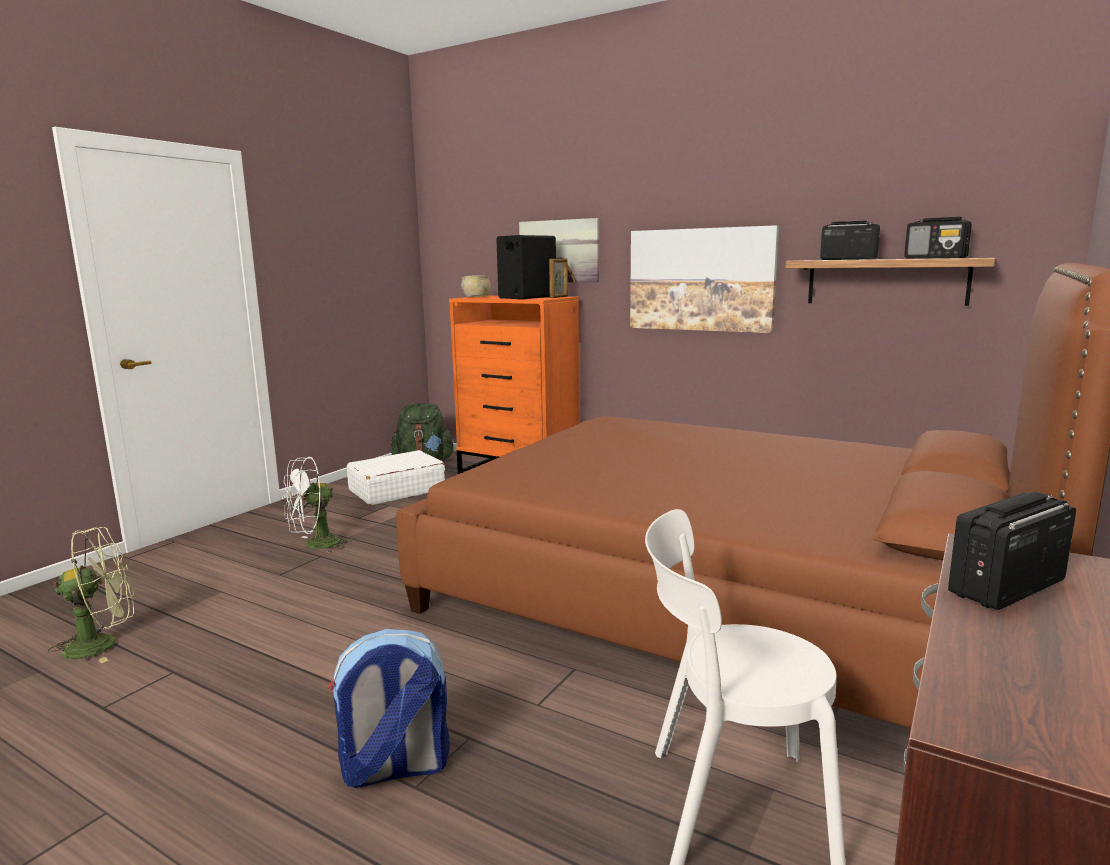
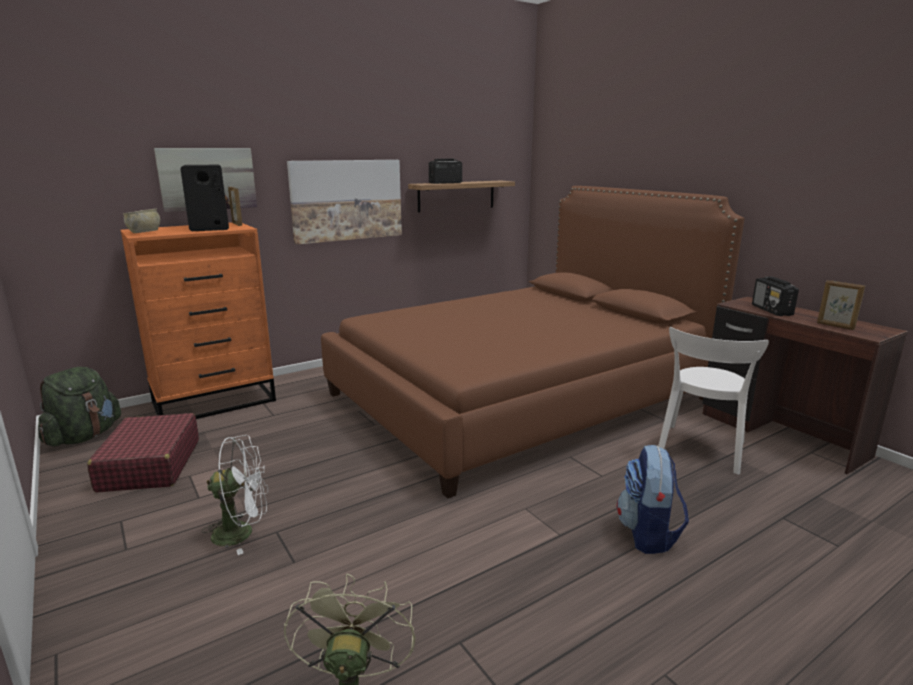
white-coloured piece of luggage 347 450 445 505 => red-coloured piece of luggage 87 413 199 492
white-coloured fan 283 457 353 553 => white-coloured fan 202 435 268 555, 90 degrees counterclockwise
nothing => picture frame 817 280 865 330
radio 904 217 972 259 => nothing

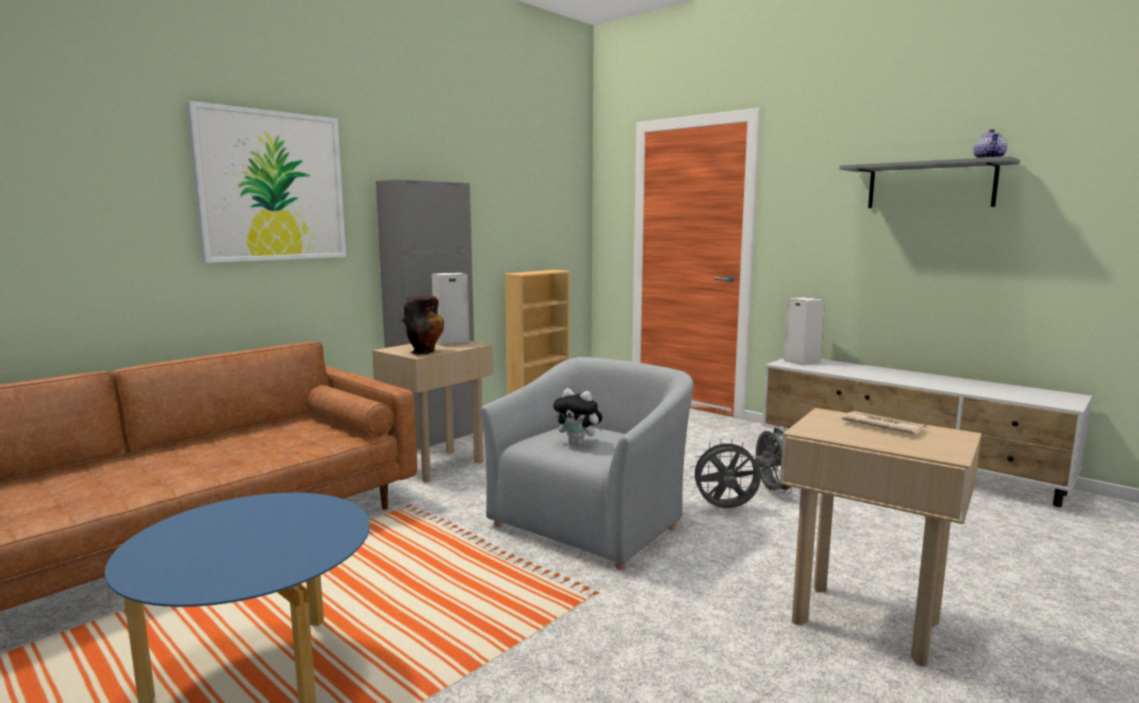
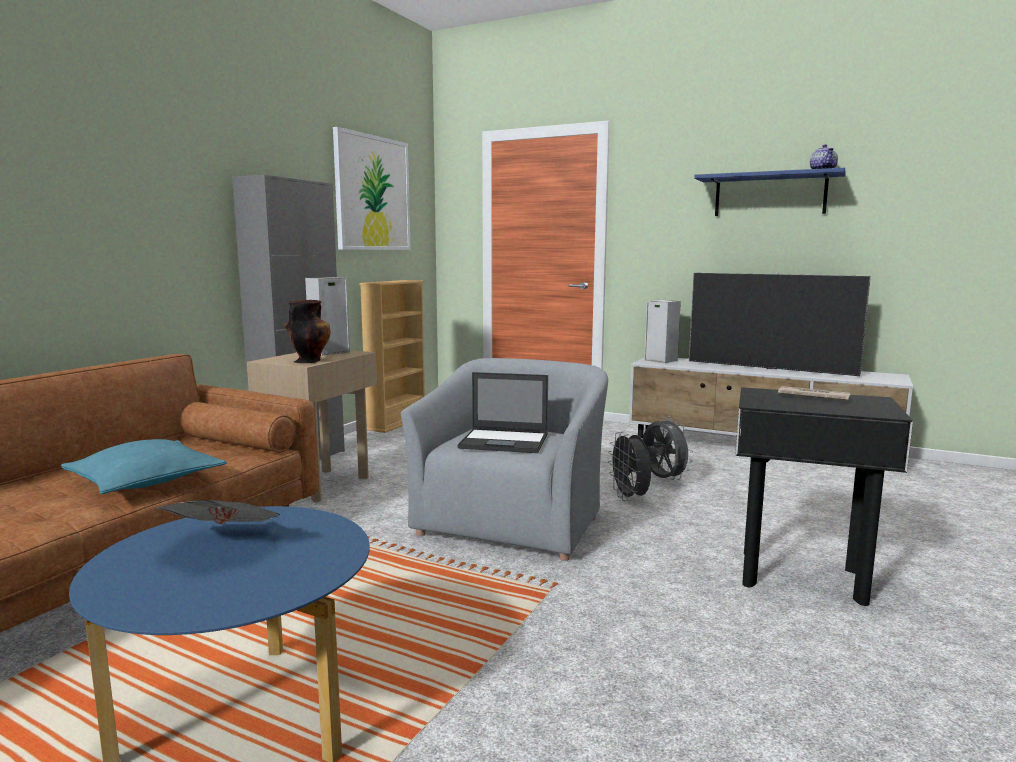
nothing => turquoise-coloured throw pillow 61 439 227 494
nothing => newspaper 153 500 280 524
wall picture 187 101 346 263 => wall picture 333 127 411 250, shifted
plush toy 553 388 603 446 => portable computer 457 372 548 453
grey fan 690 439 762 508 => grey fan 608 431 652 501, 90 degrees counterclockwise
nothing => TV 689 272 871 376
grey shelf 839 156 1020 208 => blue-coloured shelf 694 168 846 216
beige-coloured end table 780 408 981 667 => blackish end table 735 387 913 606

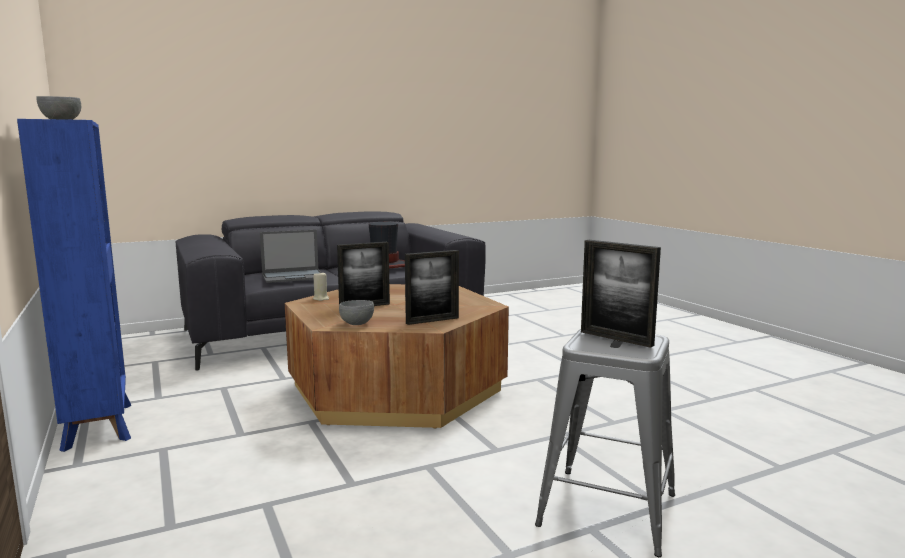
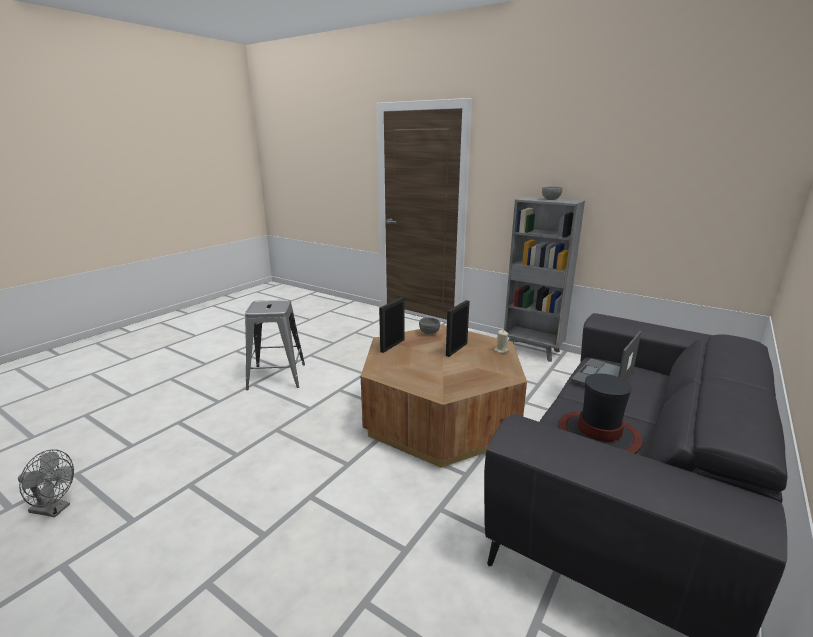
nothing => grey fan 18 449 74 517
blue-coloured bookshelf 17 119 131 452 => grey bookshelf 504 197 585 362
picture frame 581 240 661 348 => nothing

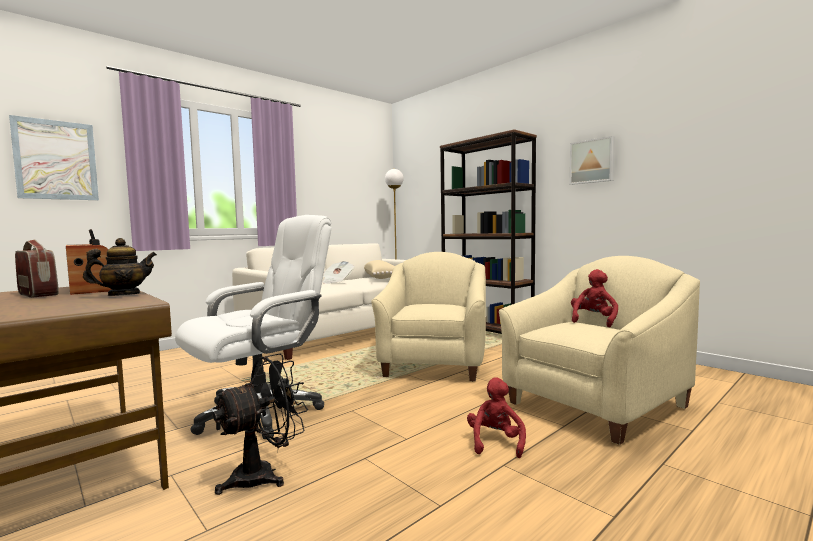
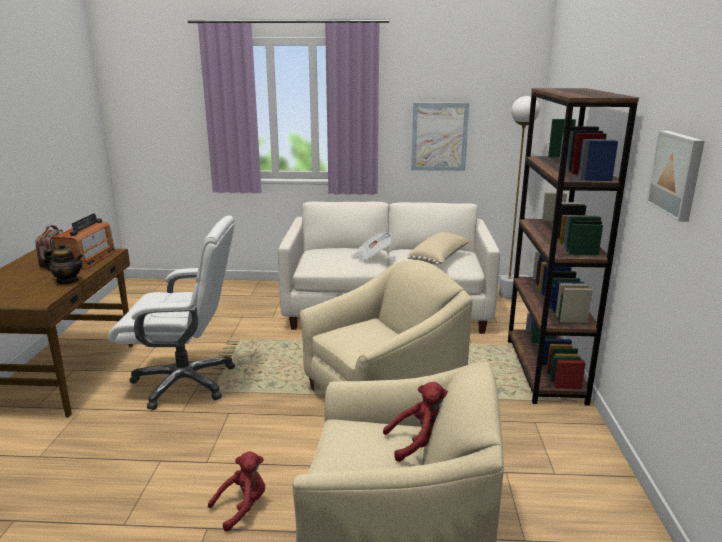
wall picture 9 115 99 200 => wall picture 411 103 469 171, shifted
blackish fan 213 354 308 495 => nothing

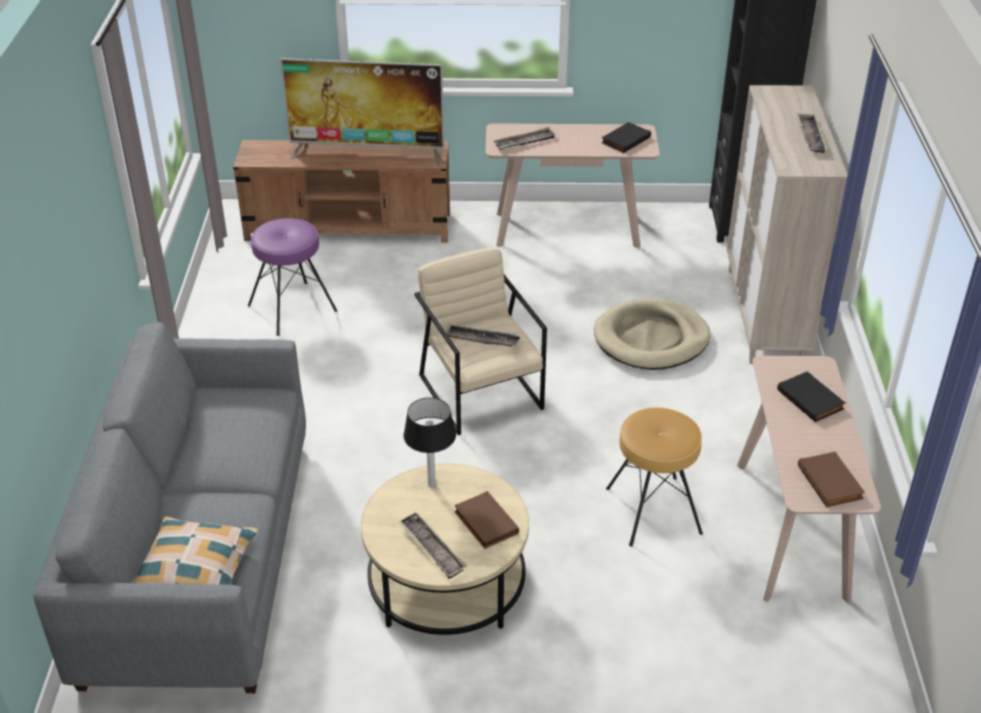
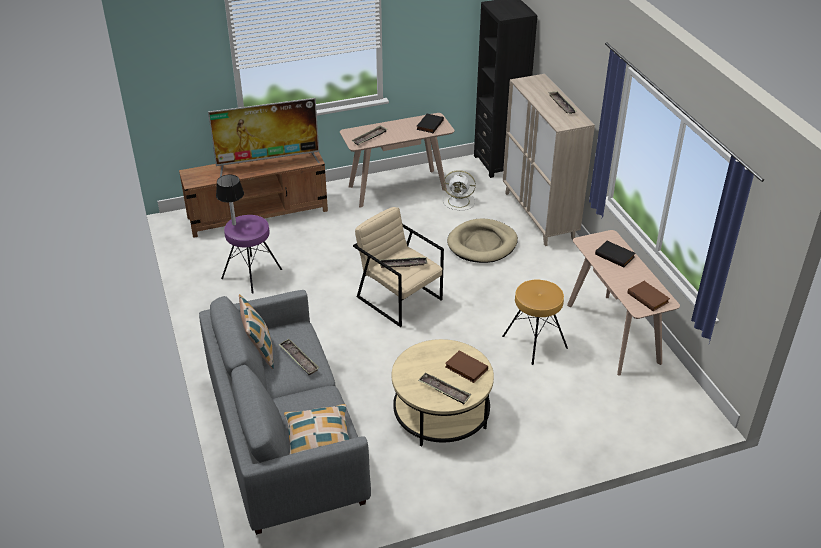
tabletop lamp 403 398 456 487 => tabletop lamp 216 175 244 225, shifted
nothing => throw pillow 239 294 274 369
nothing => serving tray 278 339 319 375
nothing => white-coloured fan 443 170 476 210

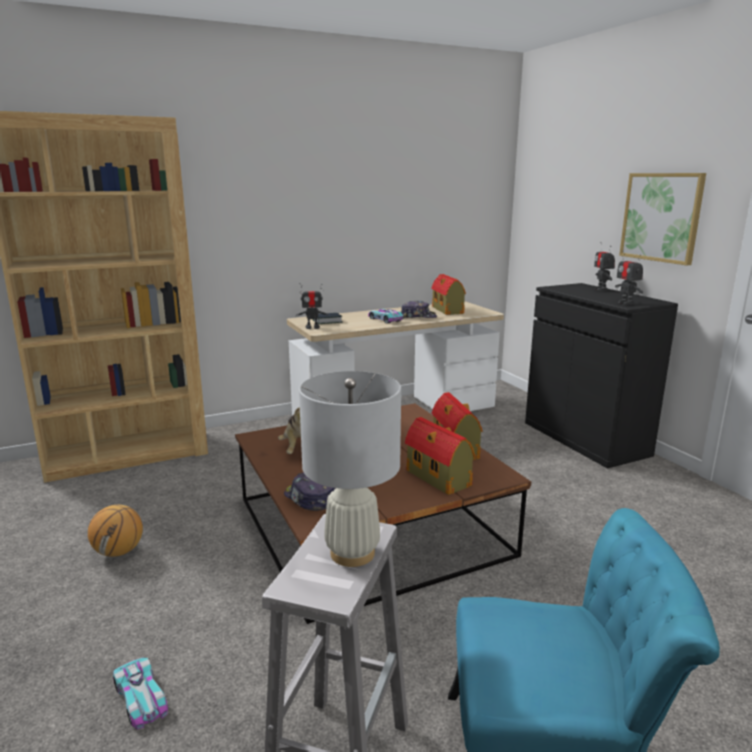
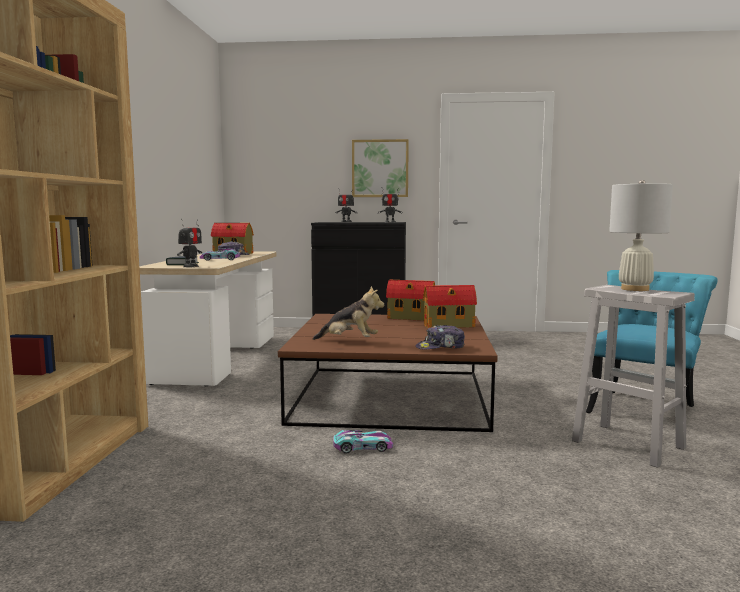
miniature car 113 657 168 730 => miniature car 333 430 393 453, shifted
basketball 88 505 143 557 => nothing

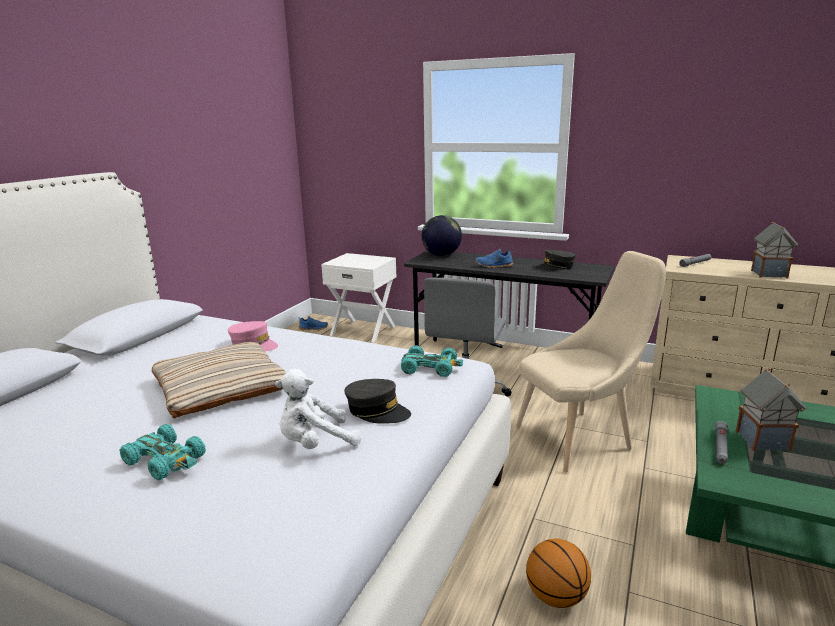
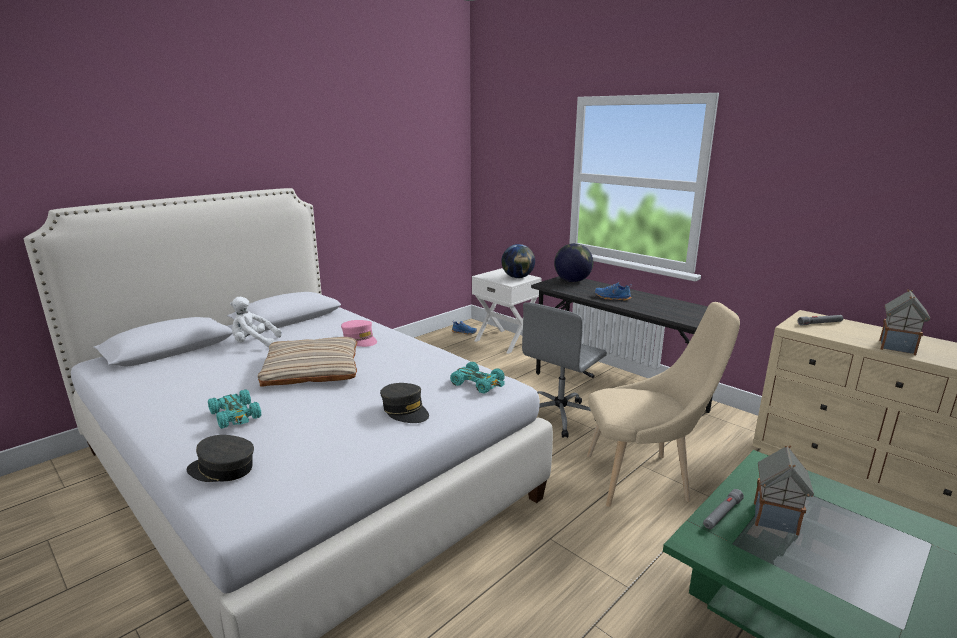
grey baseball cap 536 250 576 271 => grey baseball cap 187 435 254 482, shifted
white-coloured plush toy 275 369 361 449 => white-coloured plush toy 230 297 282 347, shifted
nothing => desk globe 501 244 535 278
basketball 526 539 591 608 => nothing

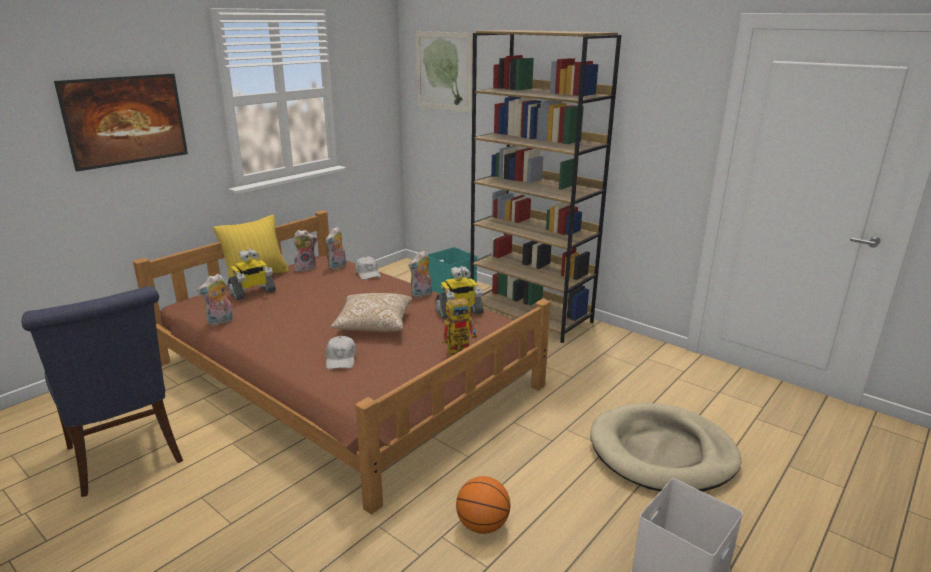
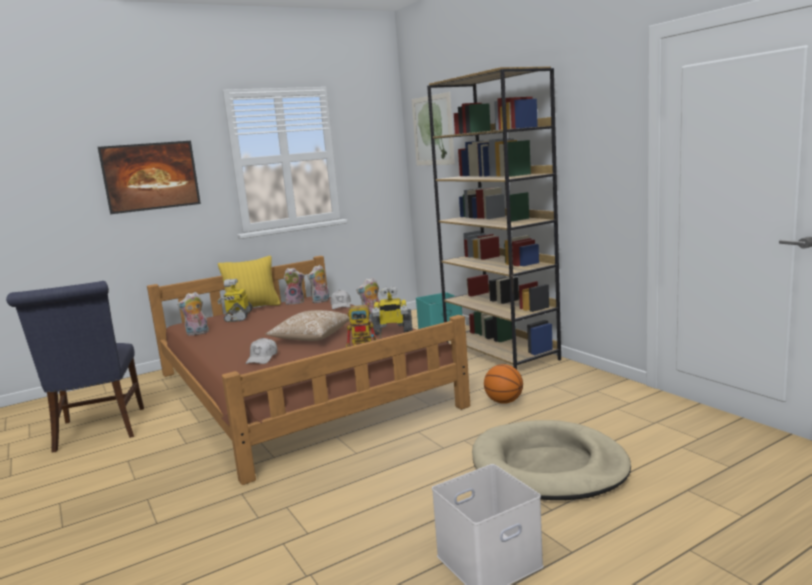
robot figure 228 249 276 300 => robot figure 217 279 253 322, 105 degrees clockwise
basketball 456 476 510 534 => basketball 484 364 523 404, shifted

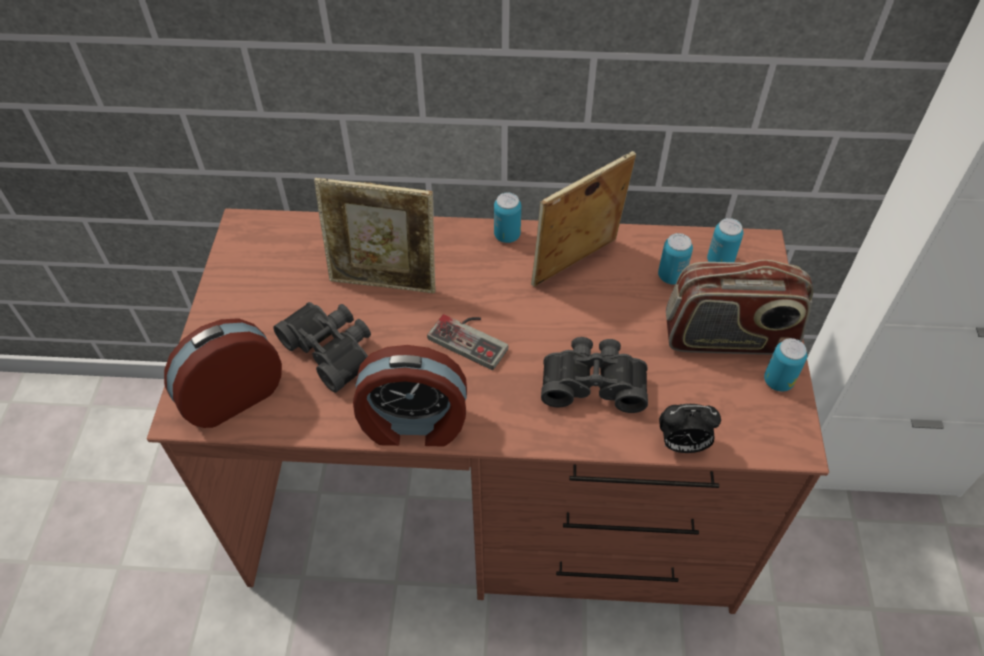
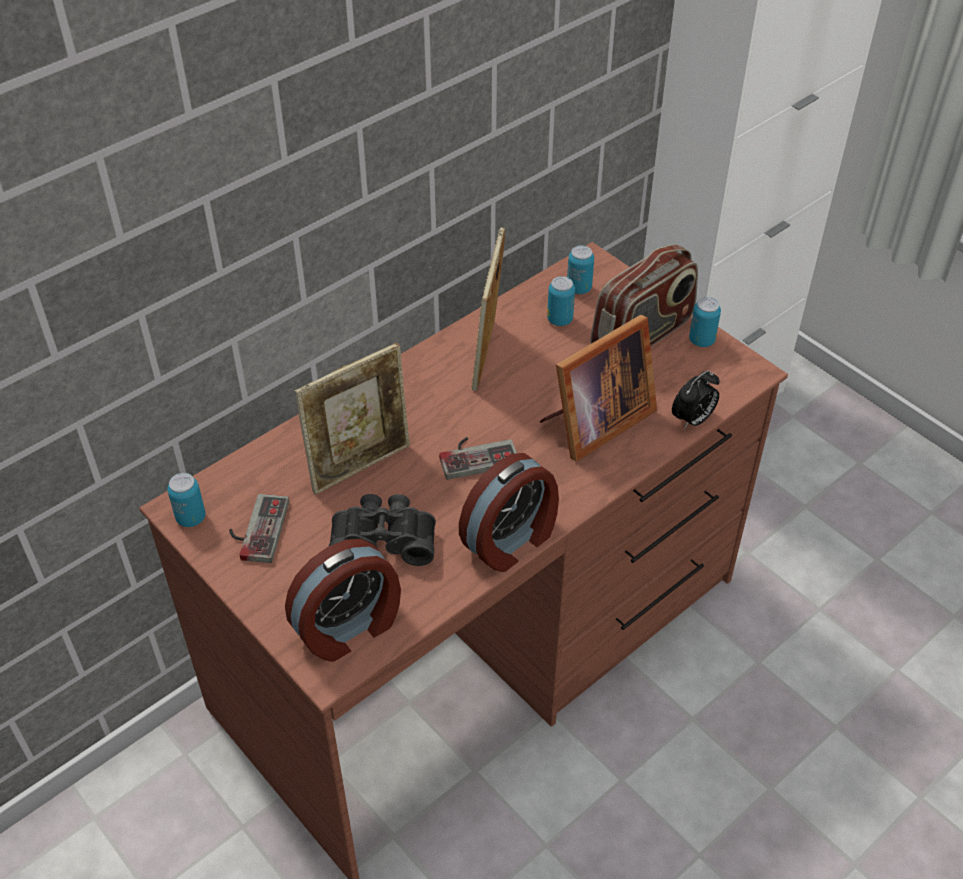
metal can 494 193 521 243 => metal can 167 473 205 527, shifted
nothing => joypad 229 494 289 563
bedside clock 164 318 282 428 => bedside clock 285 539 401 662, 135 degrees counterclockwise
blackish binoculars 541 337 648 413 => picture frame 540 315 657 462

